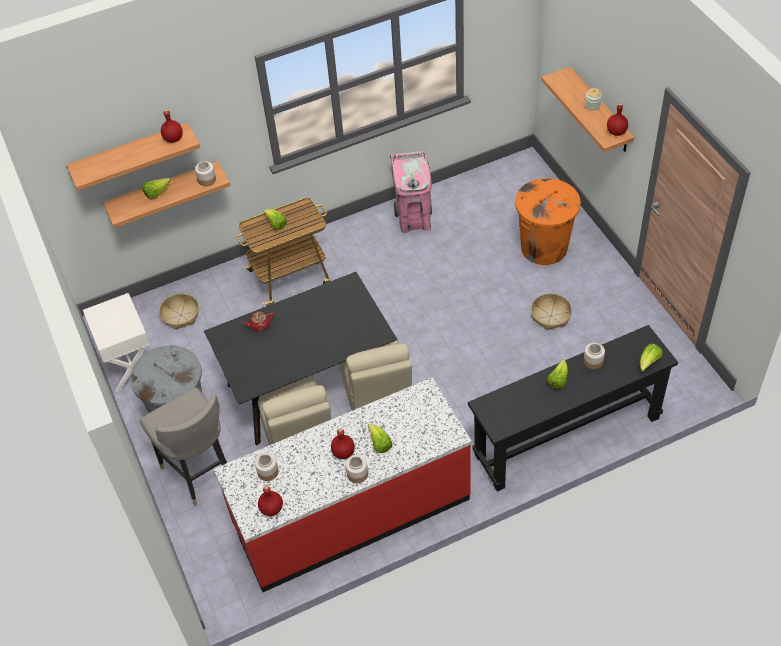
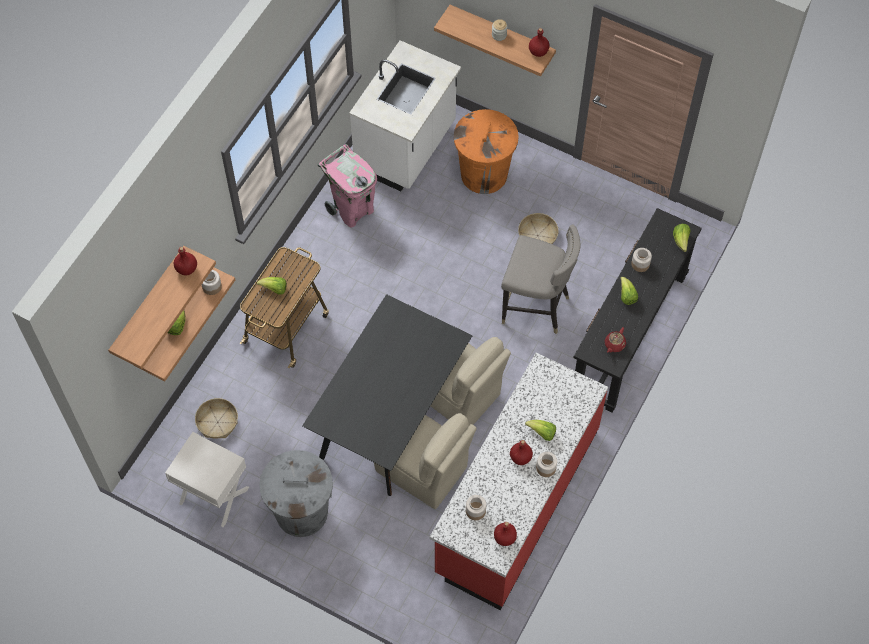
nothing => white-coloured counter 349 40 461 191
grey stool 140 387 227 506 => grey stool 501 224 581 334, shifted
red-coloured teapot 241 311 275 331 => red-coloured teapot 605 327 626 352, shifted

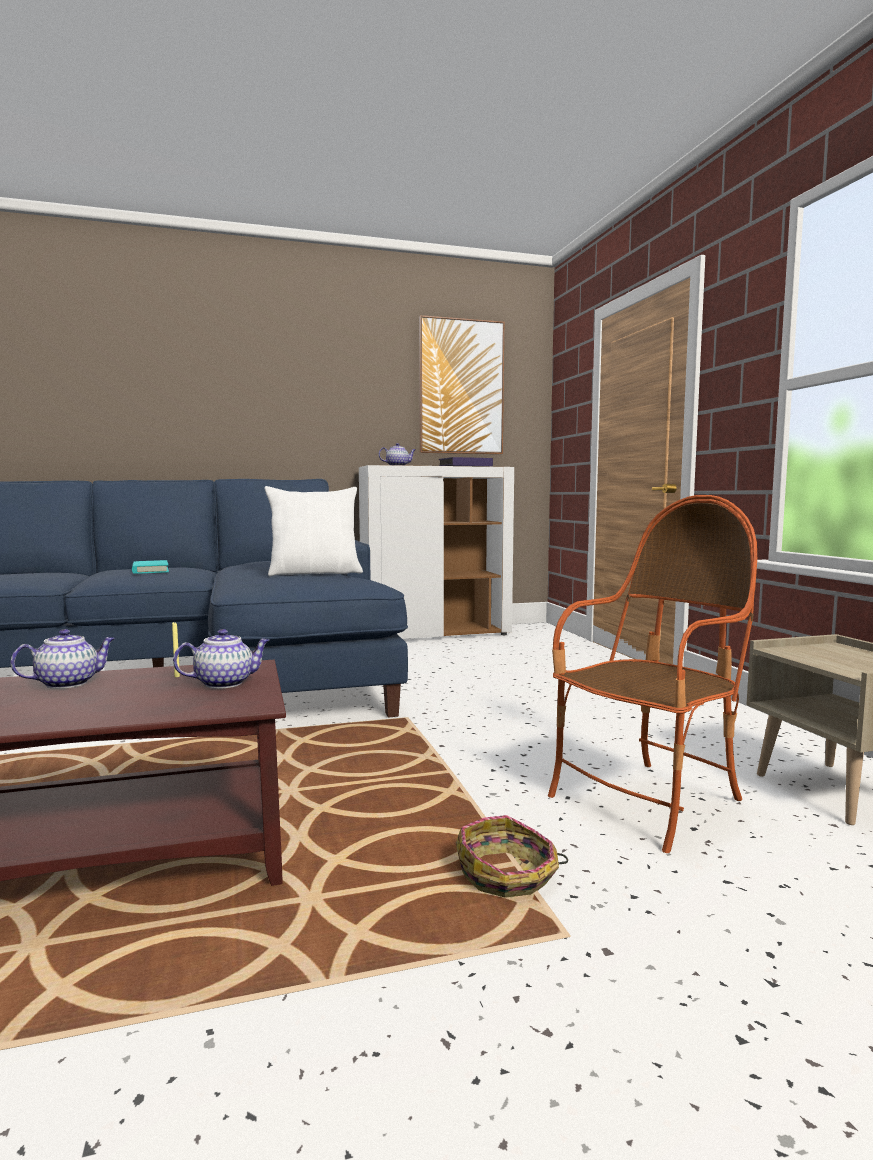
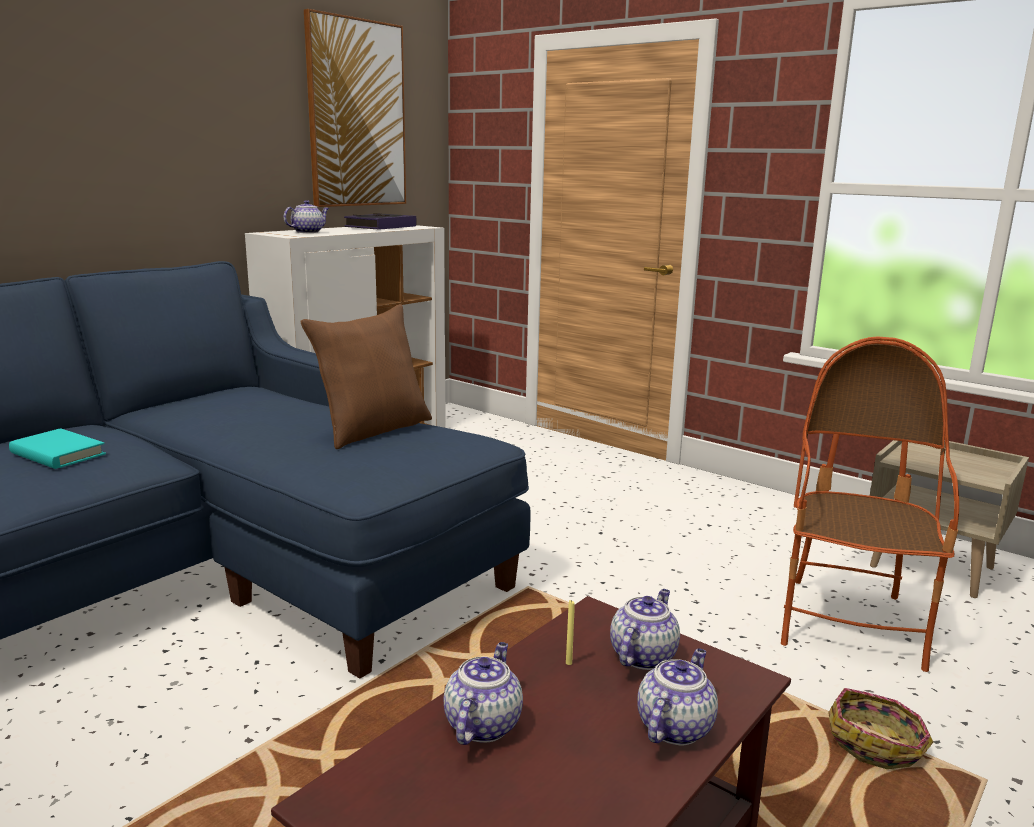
white-coloured throw pillow 265 486 363 577 => brown throw pillow 301 304 432 449
nothing => teapot 637 648 718 745

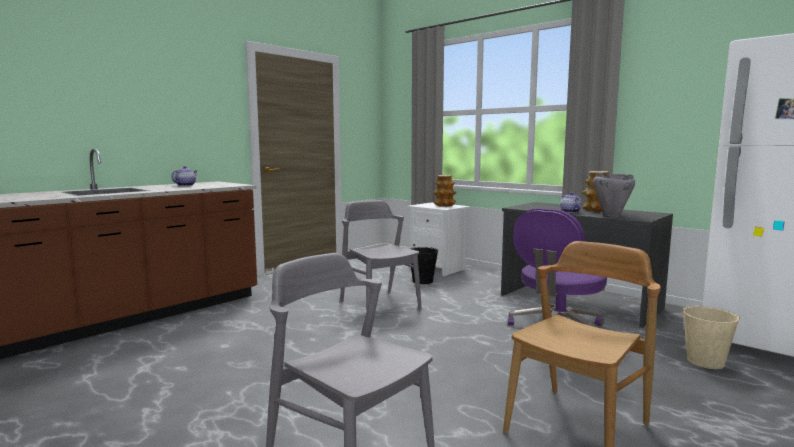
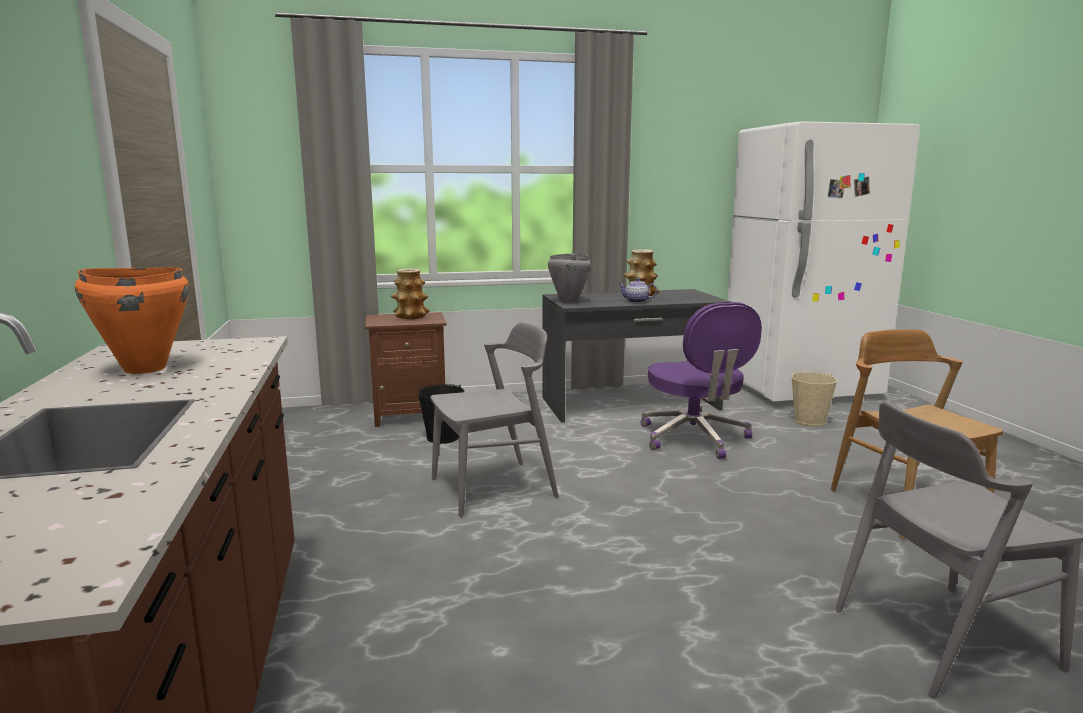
teapot 171 166 198 186 => orange-coloured stockpot 75 267 189 374
white-coloured bedside table 408 202 470 276 => brown bedside table 365 312 447 427
grey plain chair 341 200 422 310 => grey plain chair 431 322 558 517, 150 degrees clockwise
grey stockpot 593 174 635 217 => grey stockpot 548 254 591 303, shifted

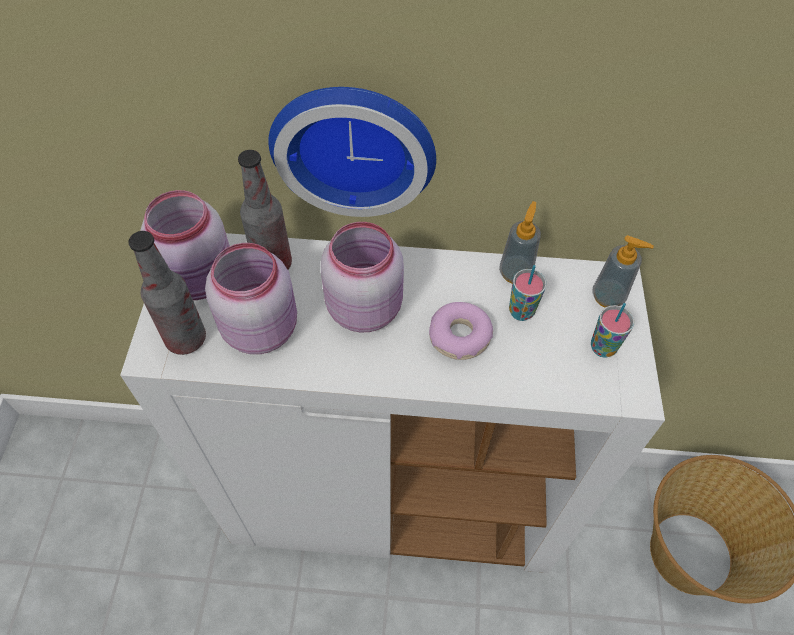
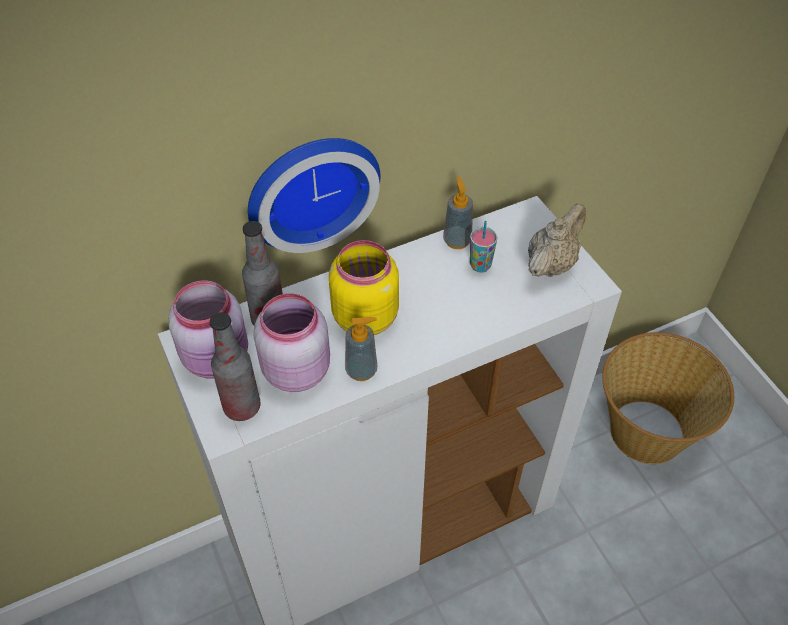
pinkish preserve jar 321 222 404 333 => yellowish preserve jar 329 240 399 335
soap bottle 592 235 654 307 => soap bottle 345 317 377 381, shifted
cup 591 303 634 358 => beige-coloured teapot 528 203 586 277
doughnut 429 302 493 360 => nothing

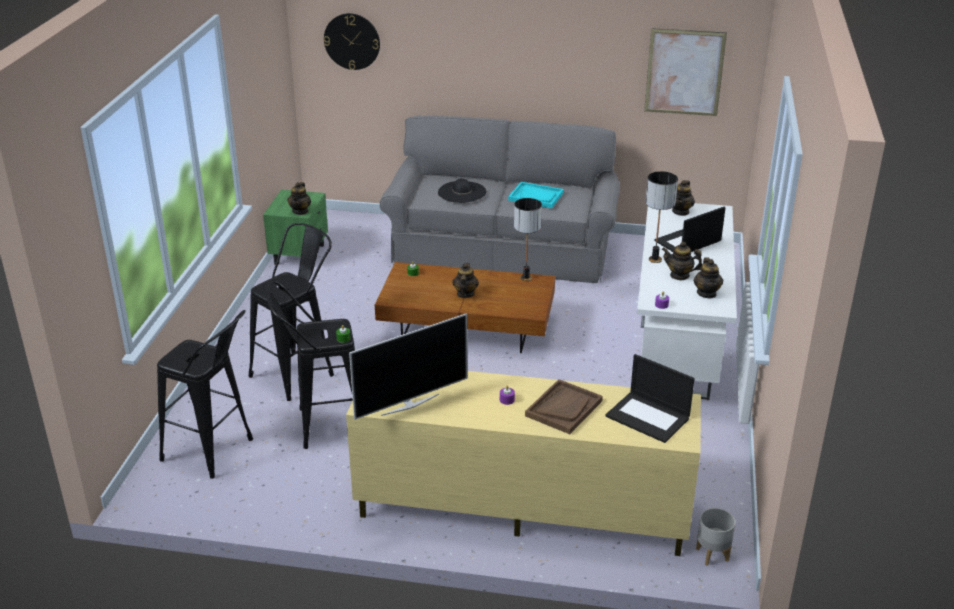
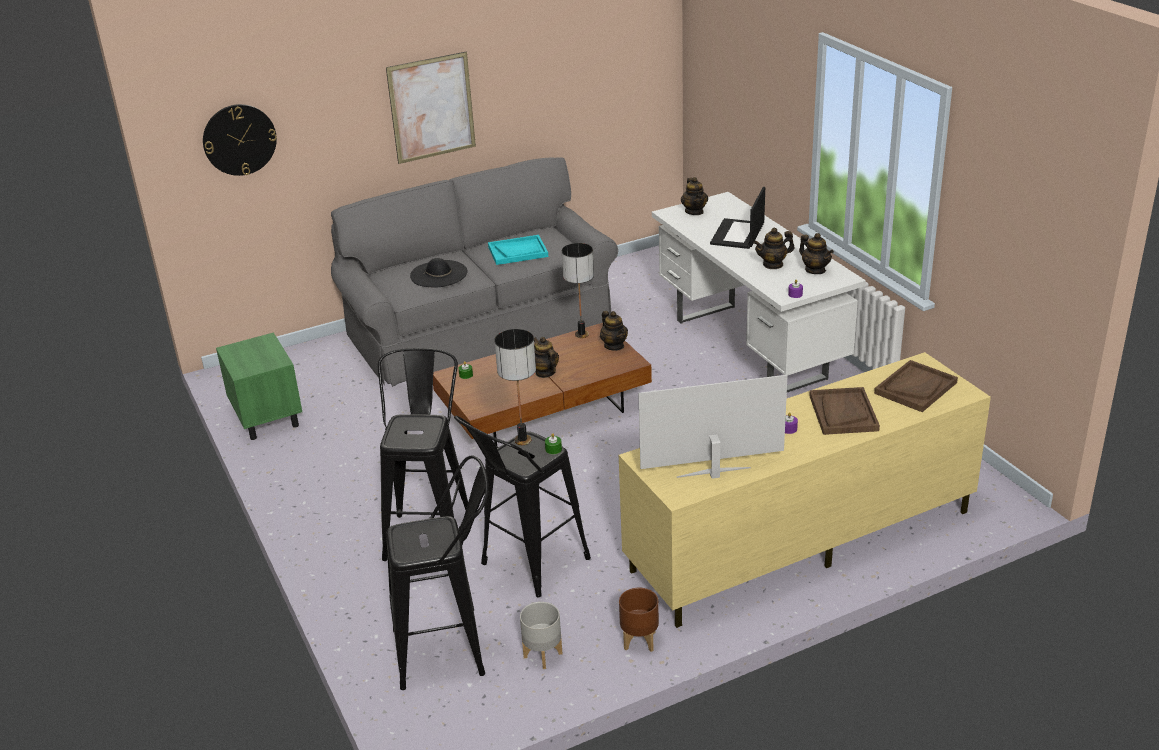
wall picture 644 28 727 116 => wall picture 386 52 476 164, shifted
tabletop lamp 646 171 678 263 => tabletop lamp 494 329 536 445, shifted
grey plant pot 696 508 735 566 => grey plant pot 520 602 562 669, shifted
teapot 287 182 311 215 => teapot 600 311 628 351, shifted
nothing => brown plant pot 619 588 659 652
TV 349 313 467 420 => TV 638 375 788 479, 120 degrees counterclockwise
portable computer 605 354 695 443 => brown serving tray 874 360 958 412

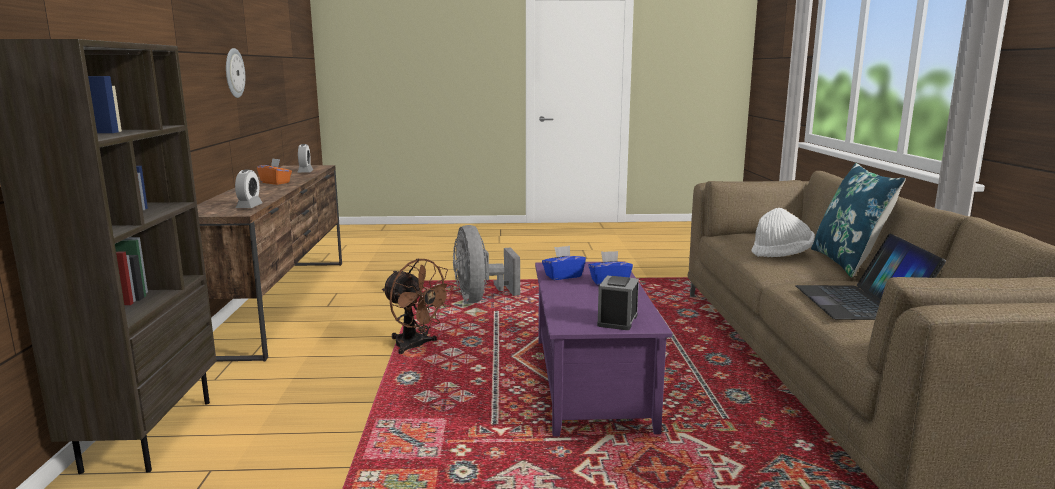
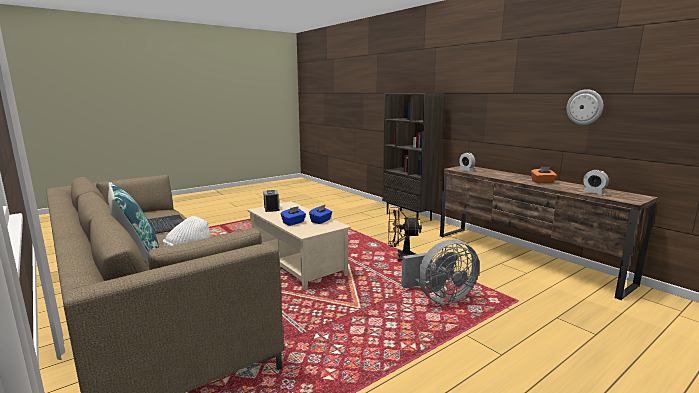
purplish lounge table 535 261 672 437 => beige-coloured lounge table 247 202 351 290
grey fan 453 225 520 303 => grey fan 401 240 480 304, 120 degrees clockwise

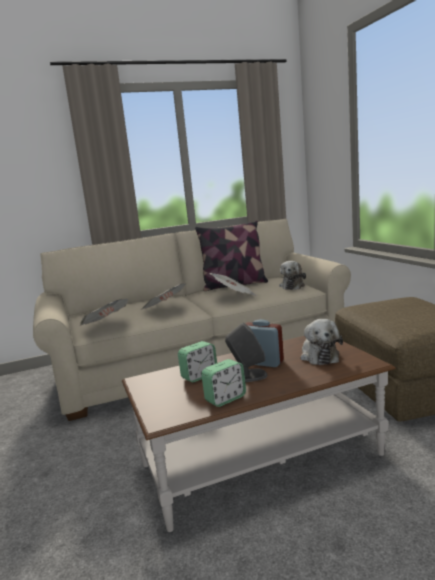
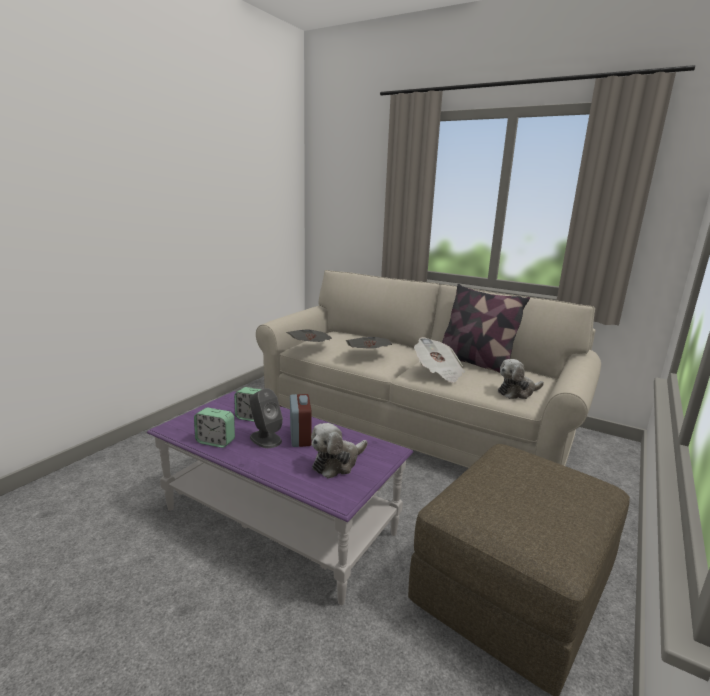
brown lounge table 122 336 396 532 => purplish lounge table 147 391 413 605

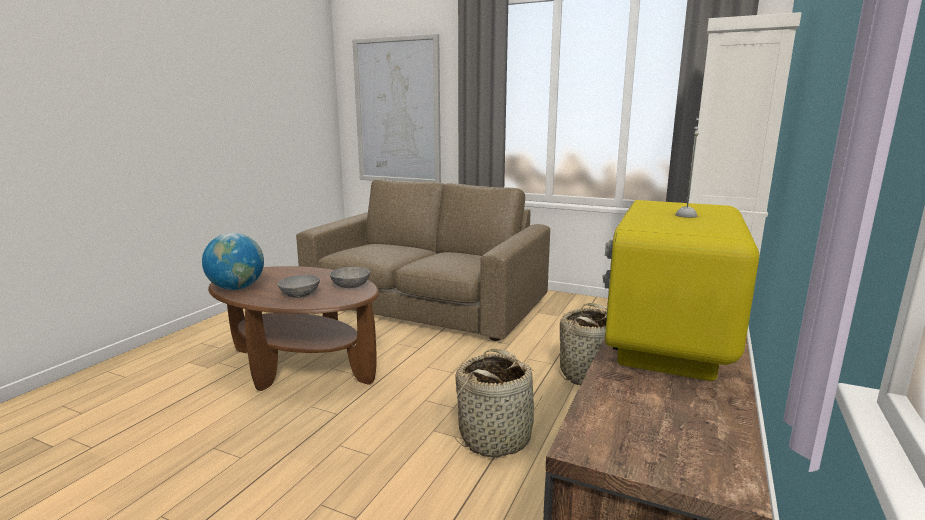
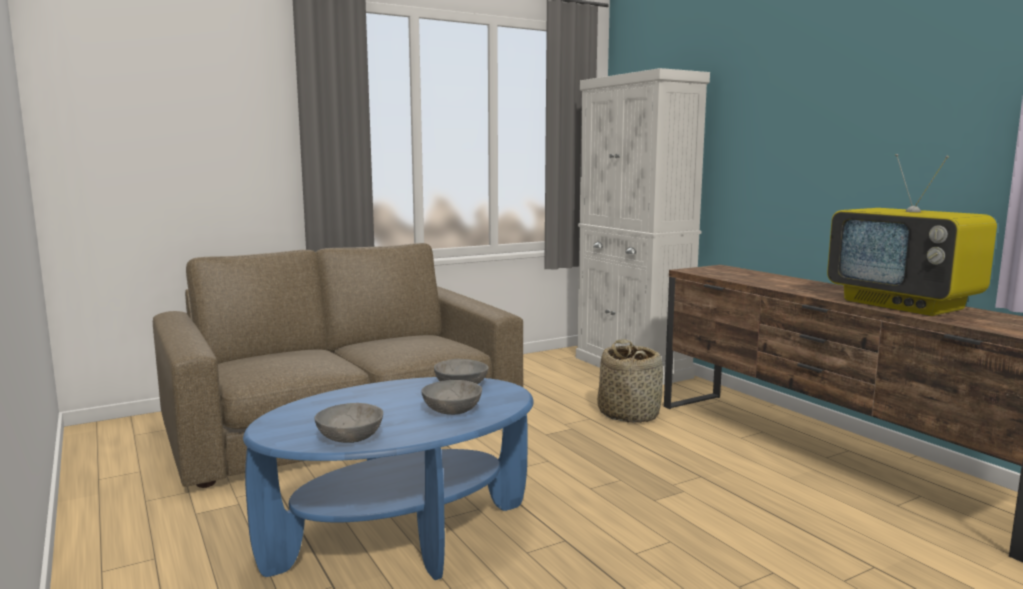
brown lounge table 208 266 379 391 => blue-coloured lounge table 243 377 534 580
desk globe 202 233 264 290 => grey deep dish 315 403 383 443
wall picture 352 34 441 183 => nothing
basket 454 348 542 458 => nothing

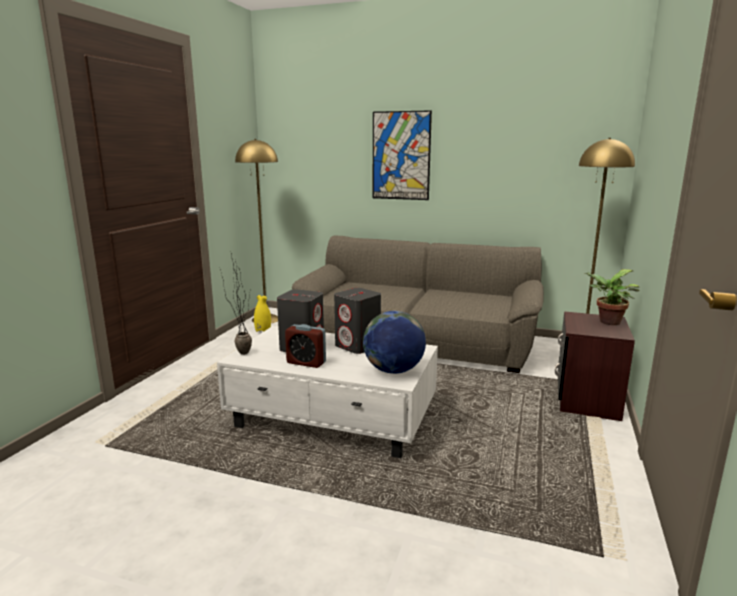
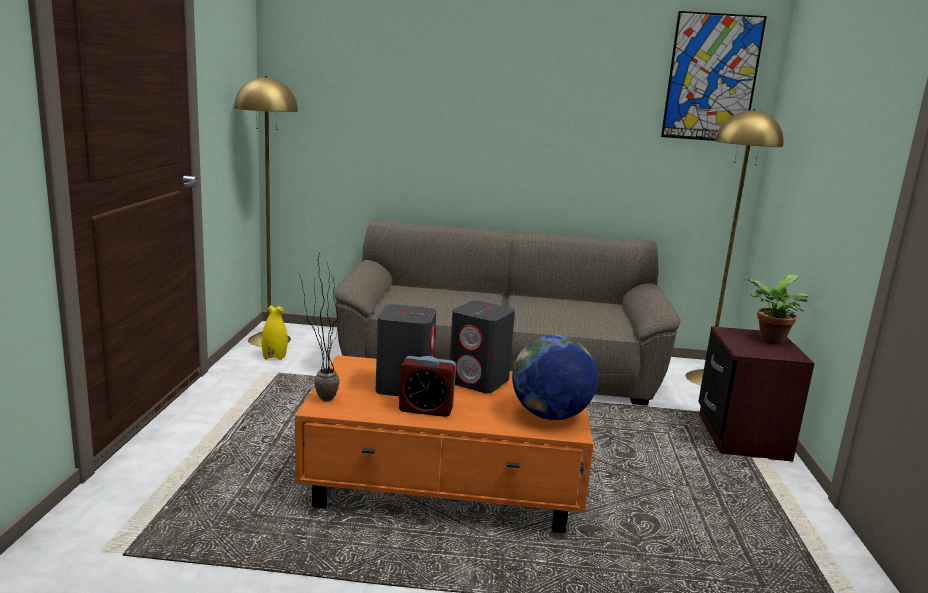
white-coloured lounge table 217 326 438 458 => orange-coloured lounge table 295 355 593 533
wall picture 373 110 432 200 => wall picture 661 11 767 141, shifted

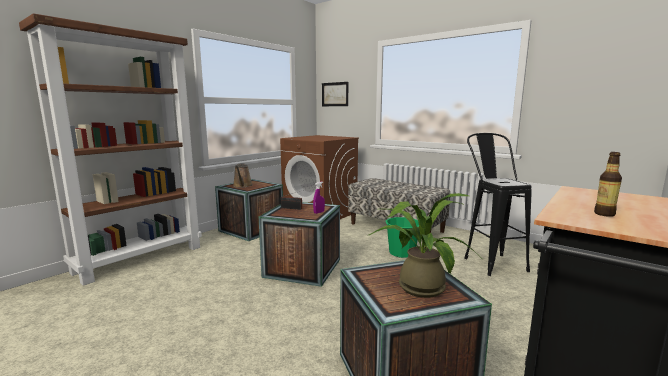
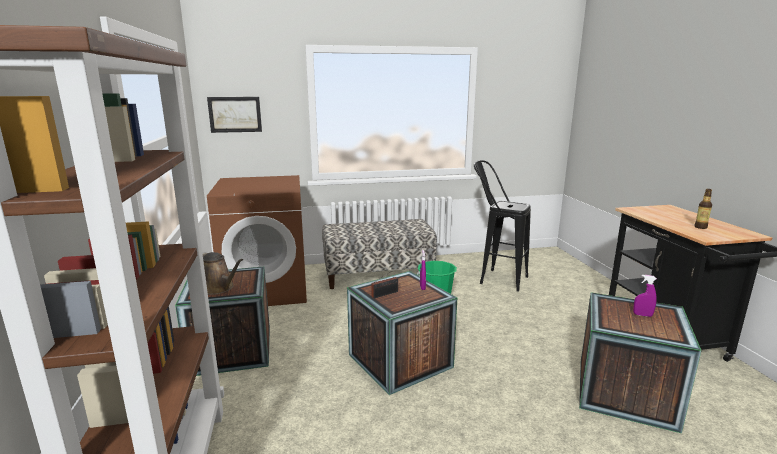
potted plant 369 193 482 298 => purplish hand sprayer 633 275 657 317

